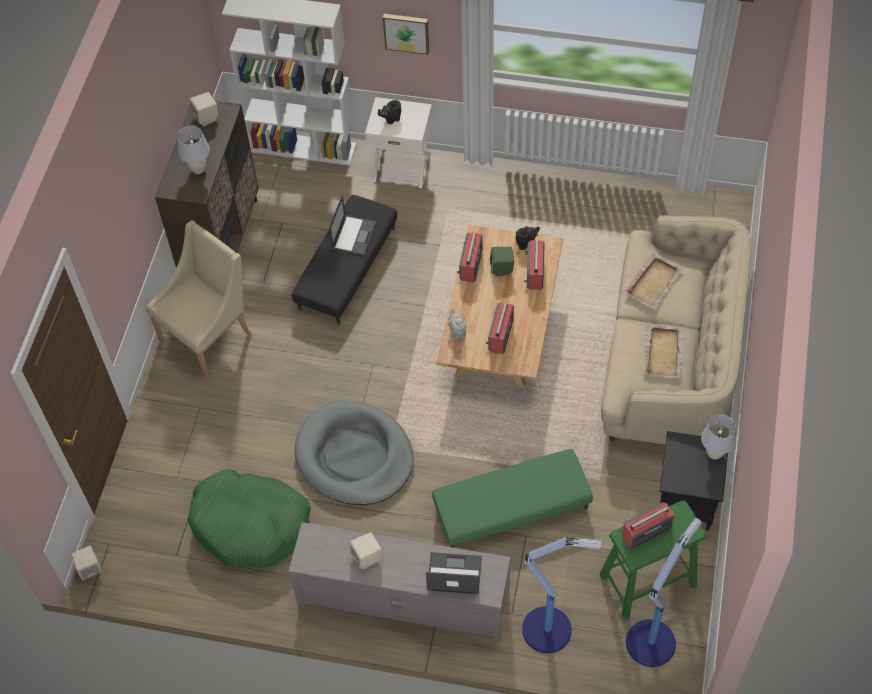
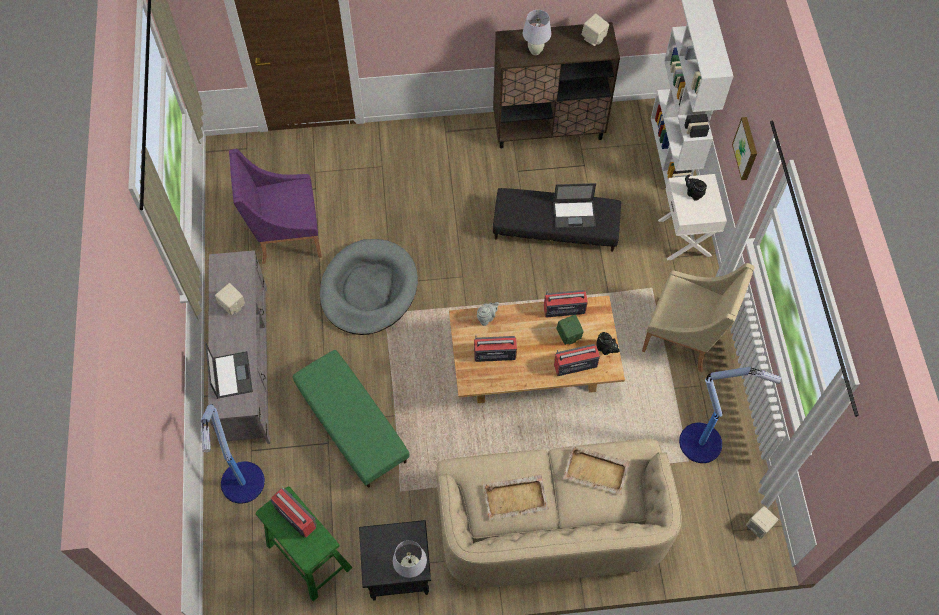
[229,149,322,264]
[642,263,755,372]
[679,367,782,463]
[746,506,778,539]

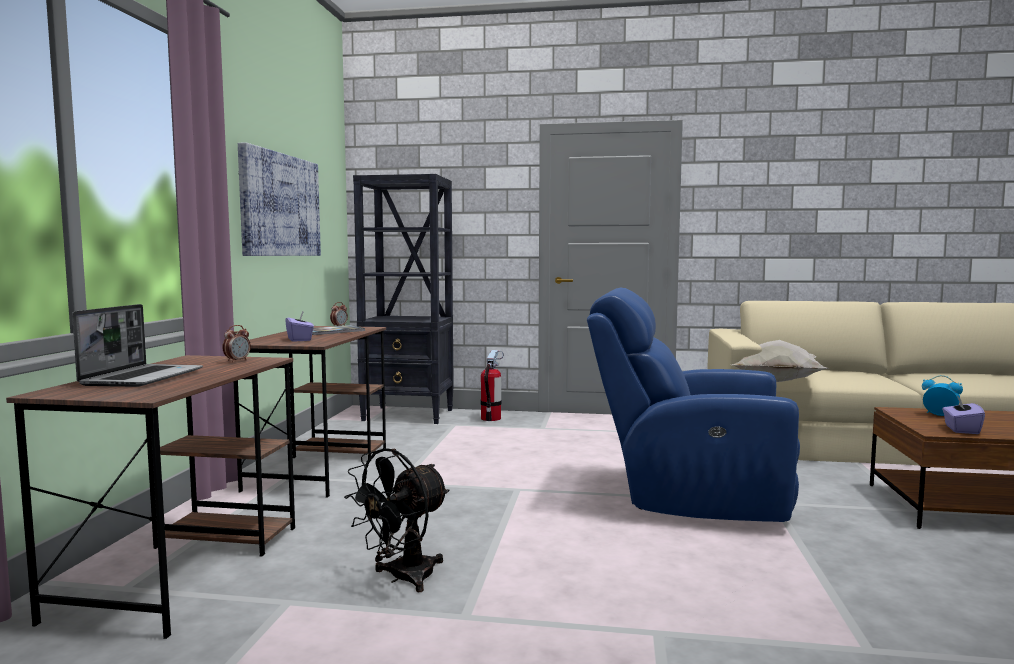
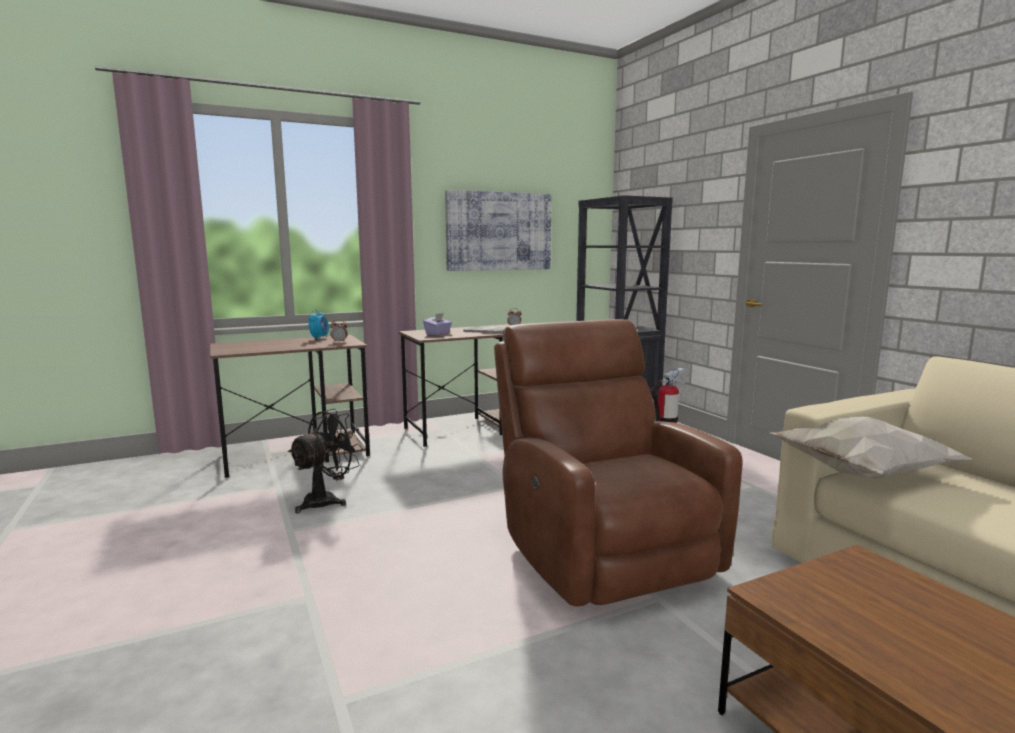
[288,409,363,513]
[308,309,329,340]
[494,319,743,606]
[72,304,203,387] (first image)
[942,396,985,434] (first image)

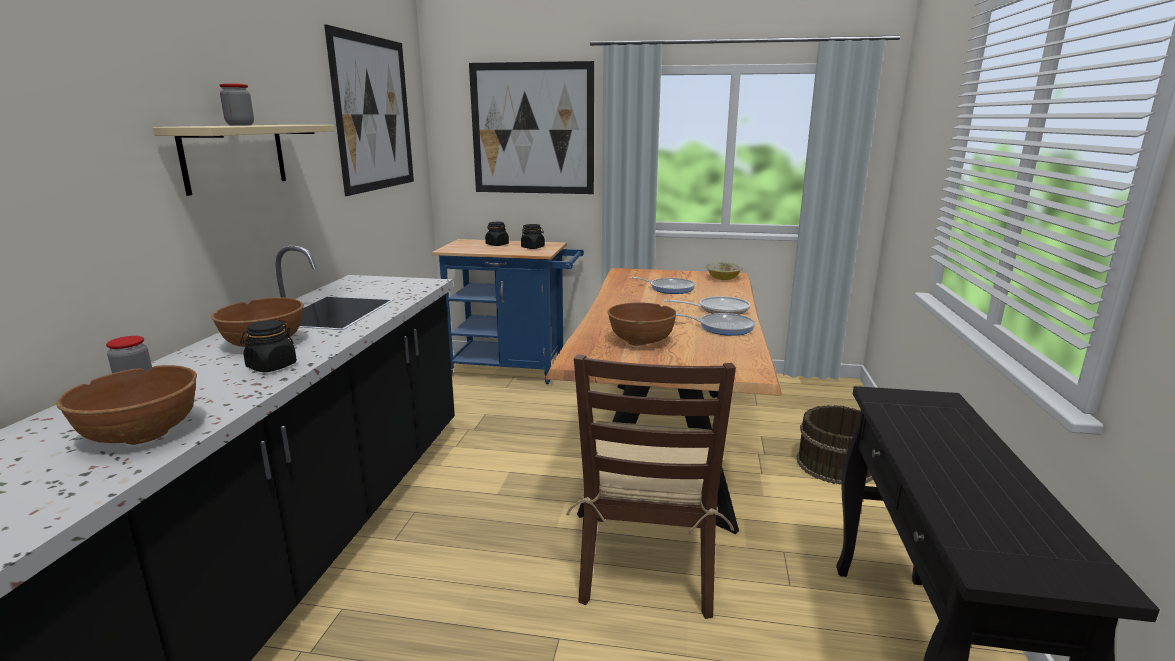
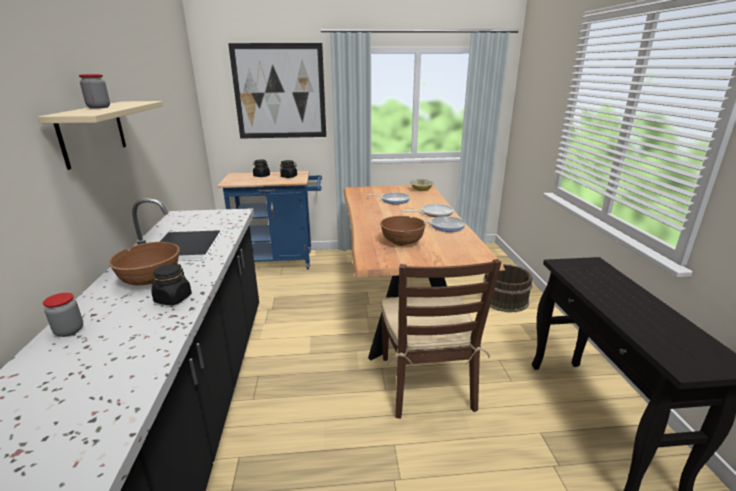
[56,365,197,445] (first image)
[324,25,414,196] (first image)

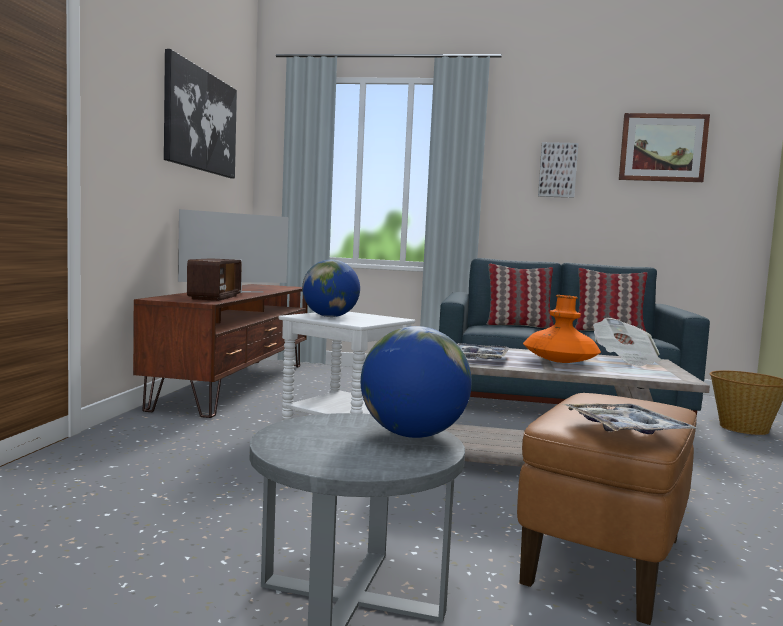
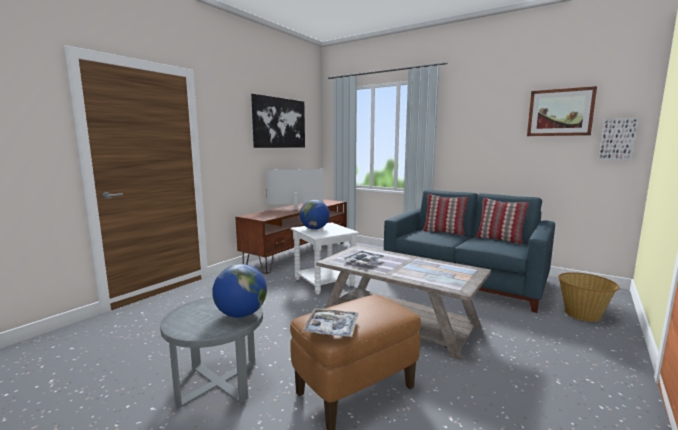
[599,118,638,160]
[187,258,242,301] (first image)
[523,295,601,363] (first image)
[593,318,662,367] (first image)

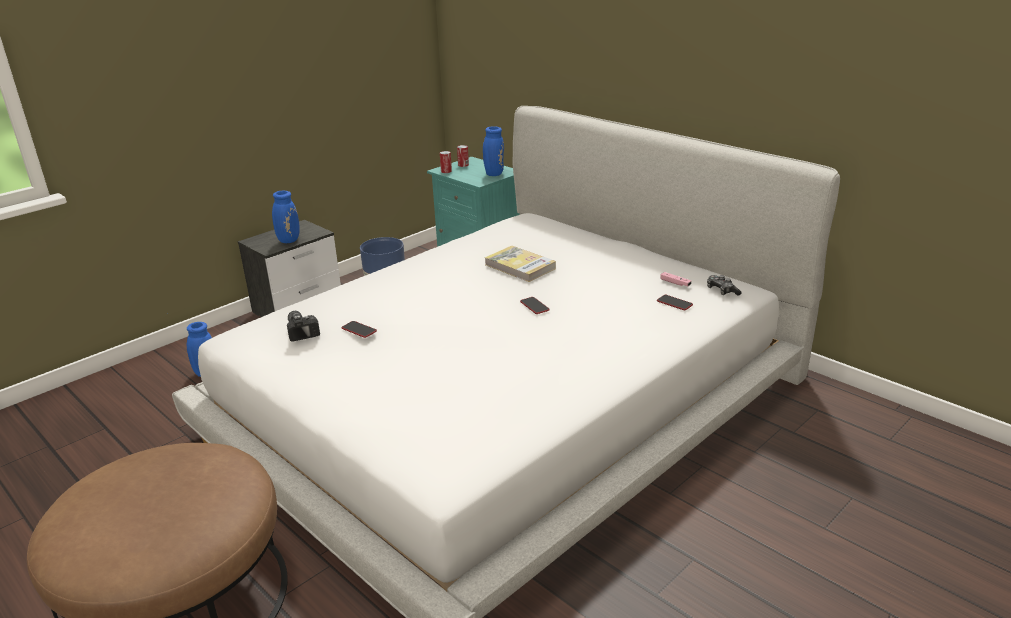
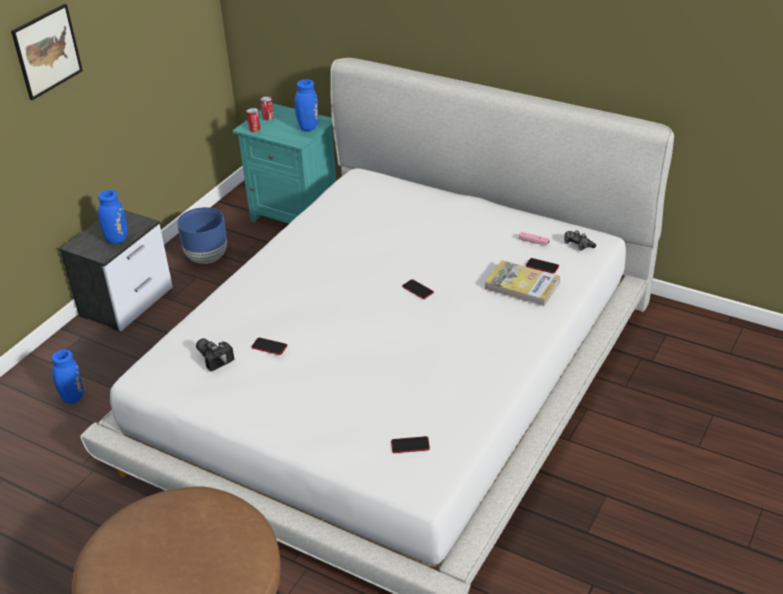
[11,4,83,100]
[391,436,430,453]
[485,260,560,306]

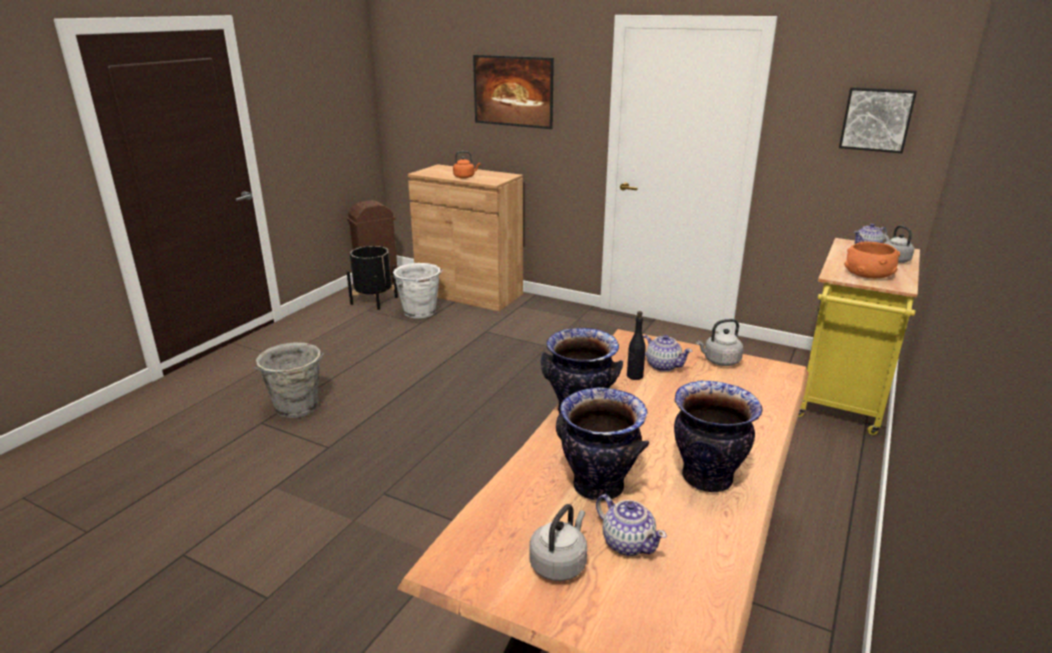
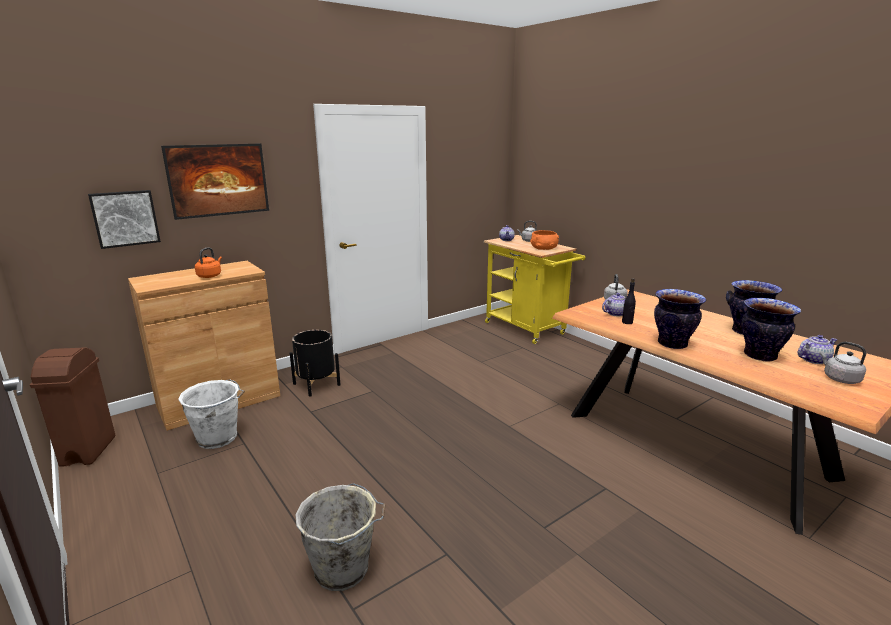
[88,190,161,249]
[290,330,340,397]

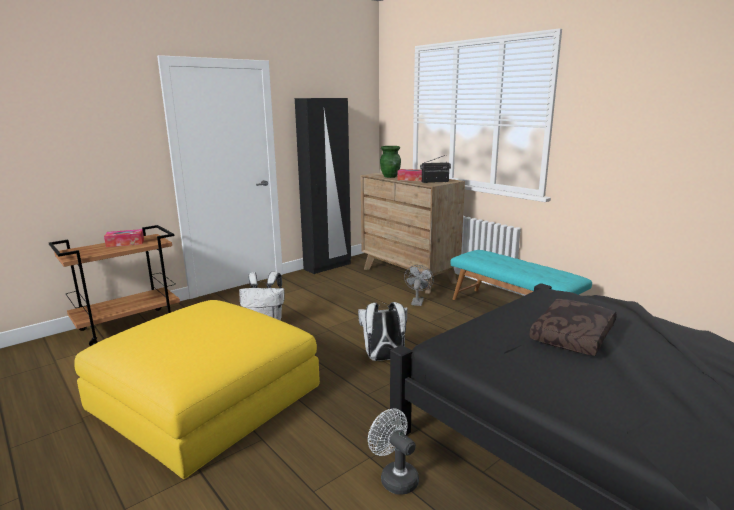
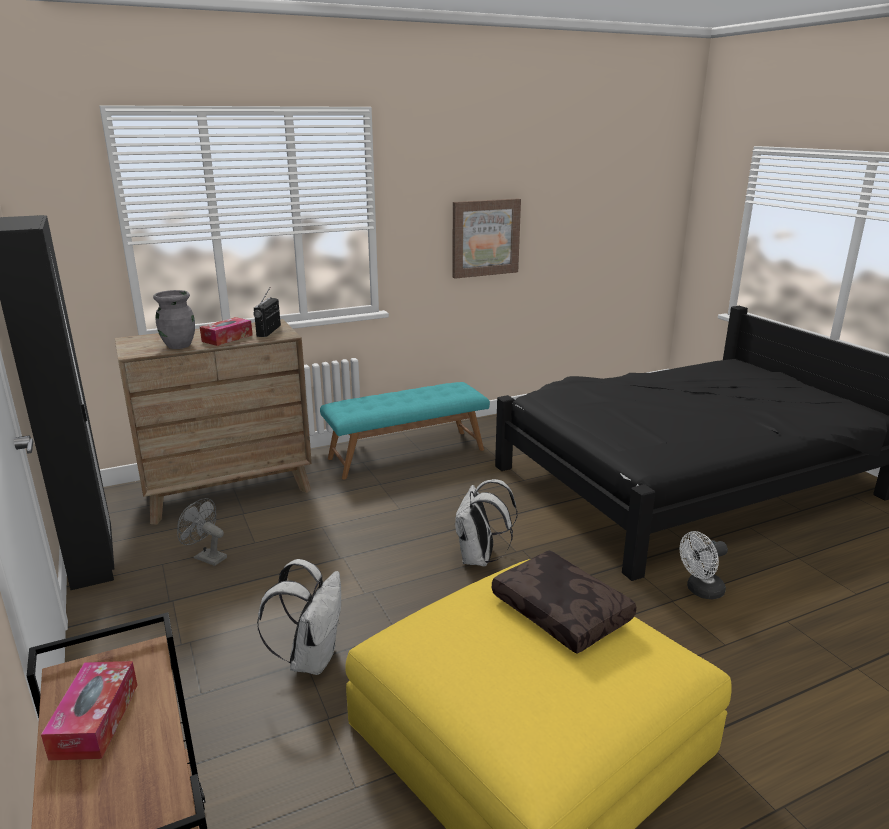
[153,290,195,349]
[177,498,227,566]
[452,199,521,279]
[492,550,636,654]

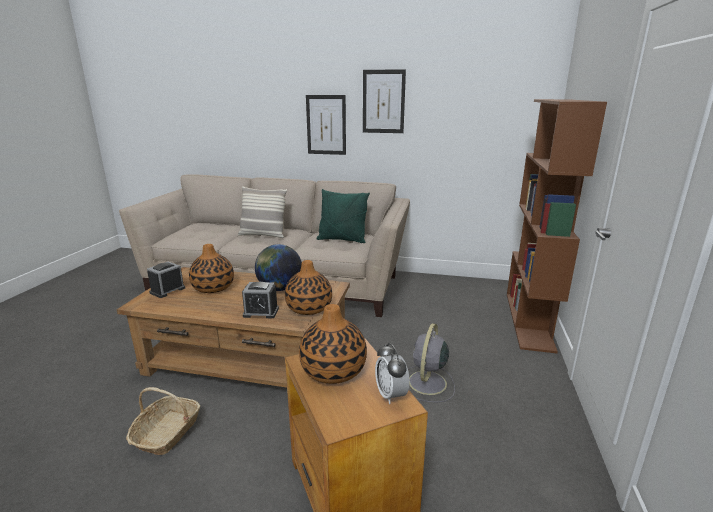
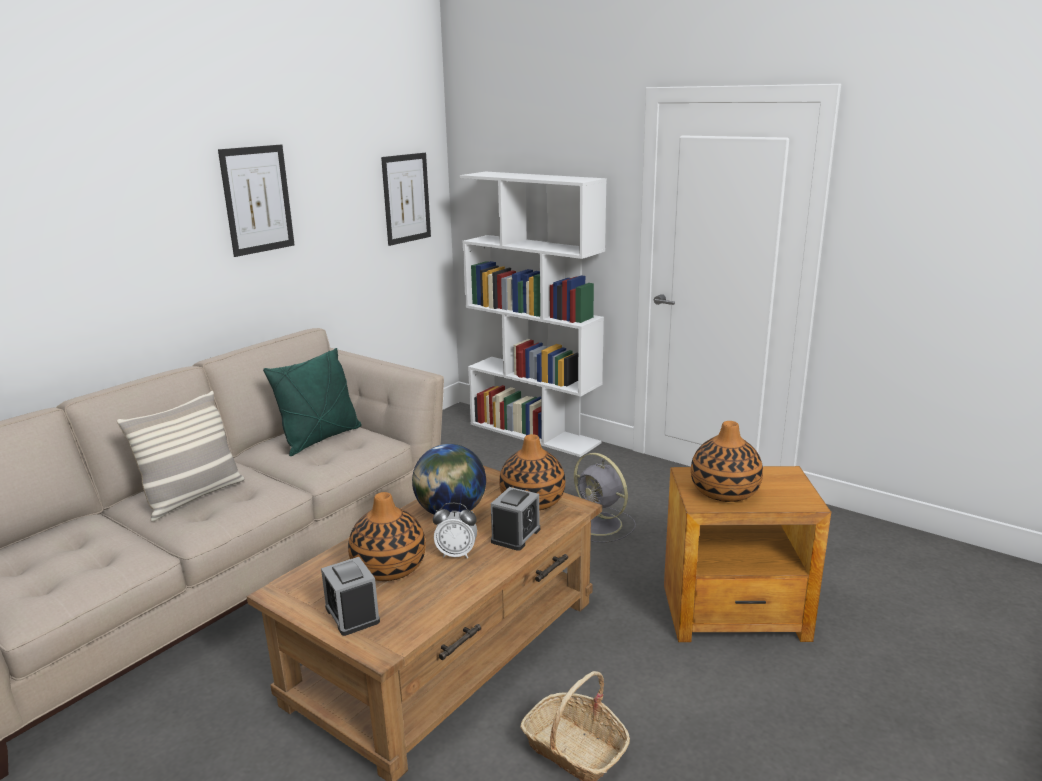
[381,153,431,246]
[433,503,477,559]
[459,172,607,457]

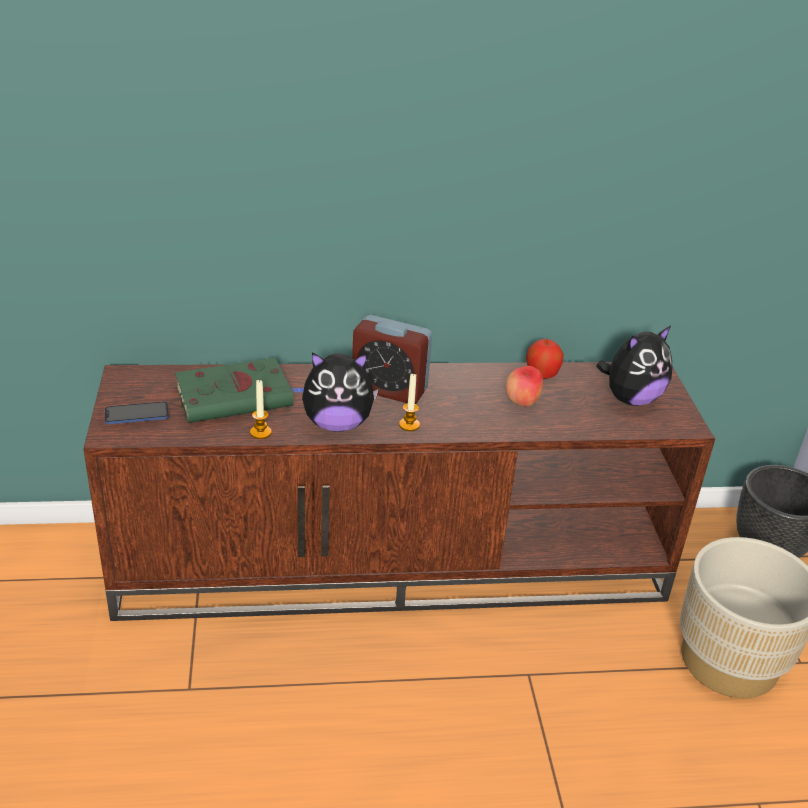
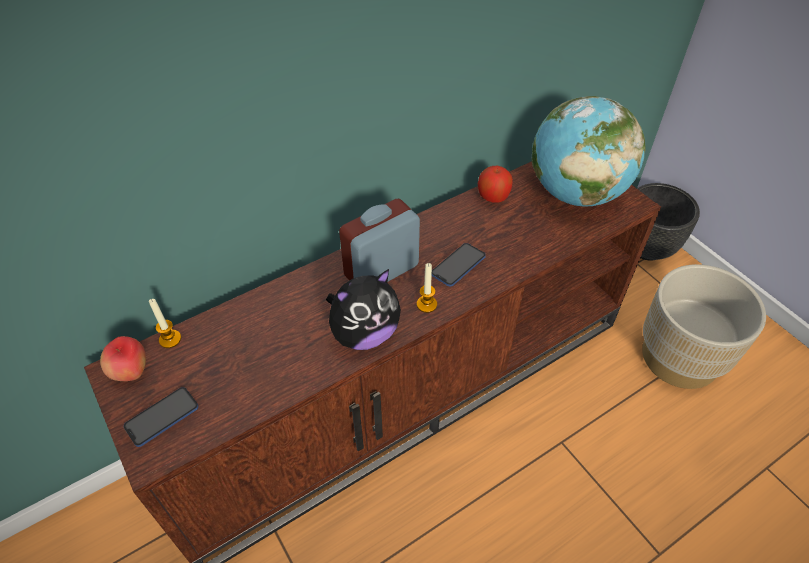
[100,336,146,381]
[149,299,181,348]
[339,199,420,281]
[432,243,485,286]
[532,96,646,206]
[175,358,304,423] (first image)

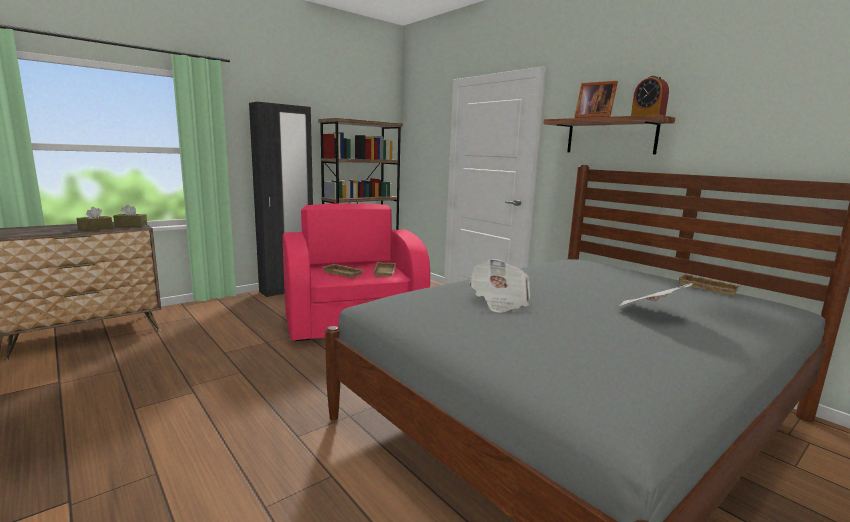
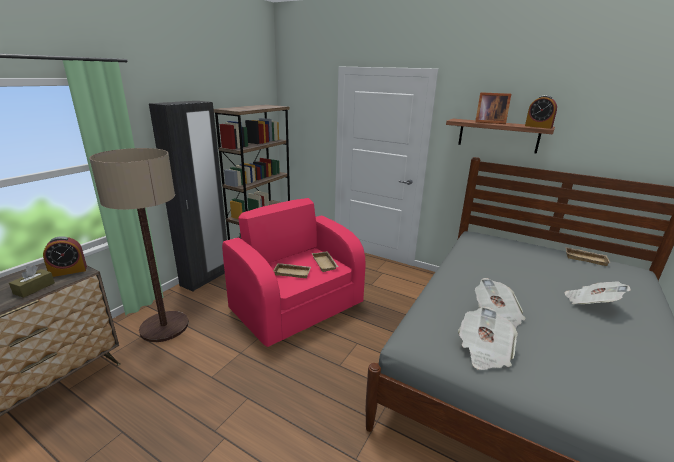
[43,236,87,277]
[89,148,189,342]
[458,307,518,370]

